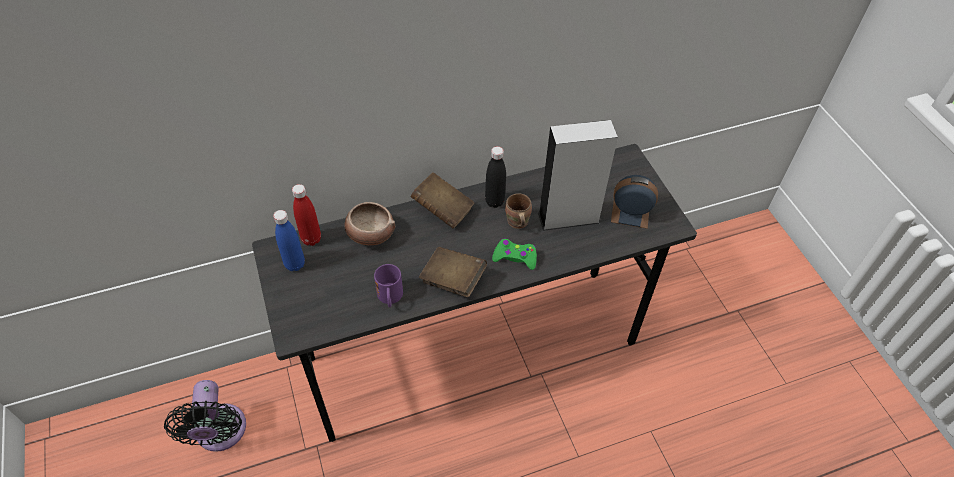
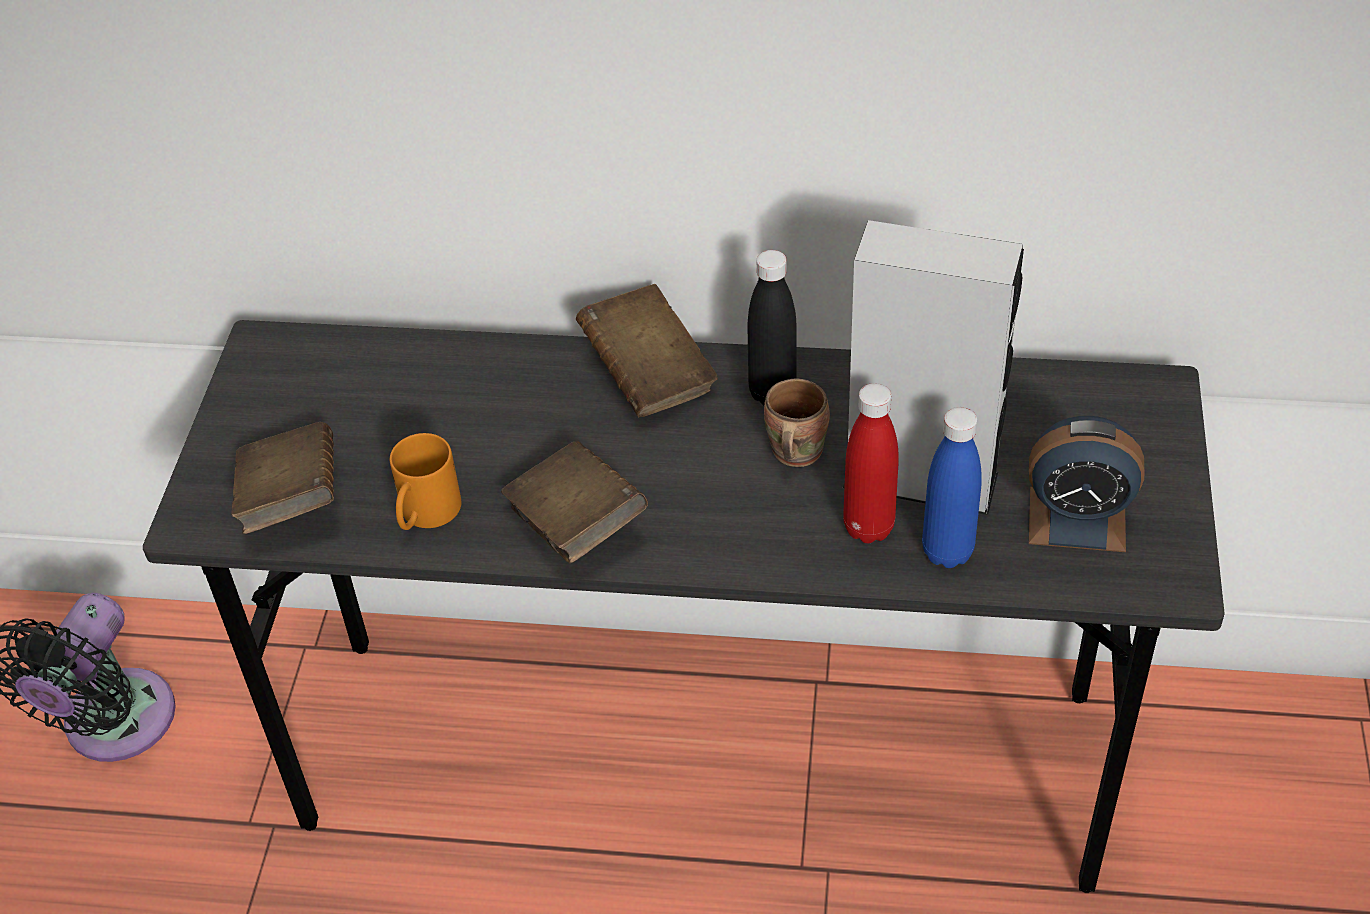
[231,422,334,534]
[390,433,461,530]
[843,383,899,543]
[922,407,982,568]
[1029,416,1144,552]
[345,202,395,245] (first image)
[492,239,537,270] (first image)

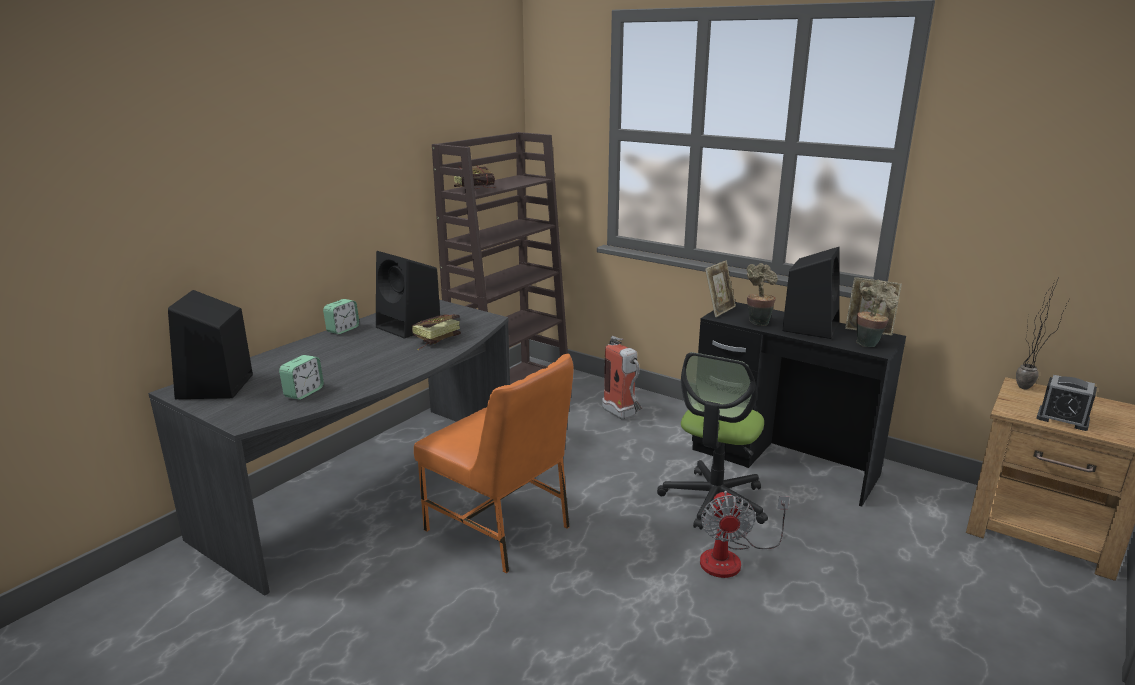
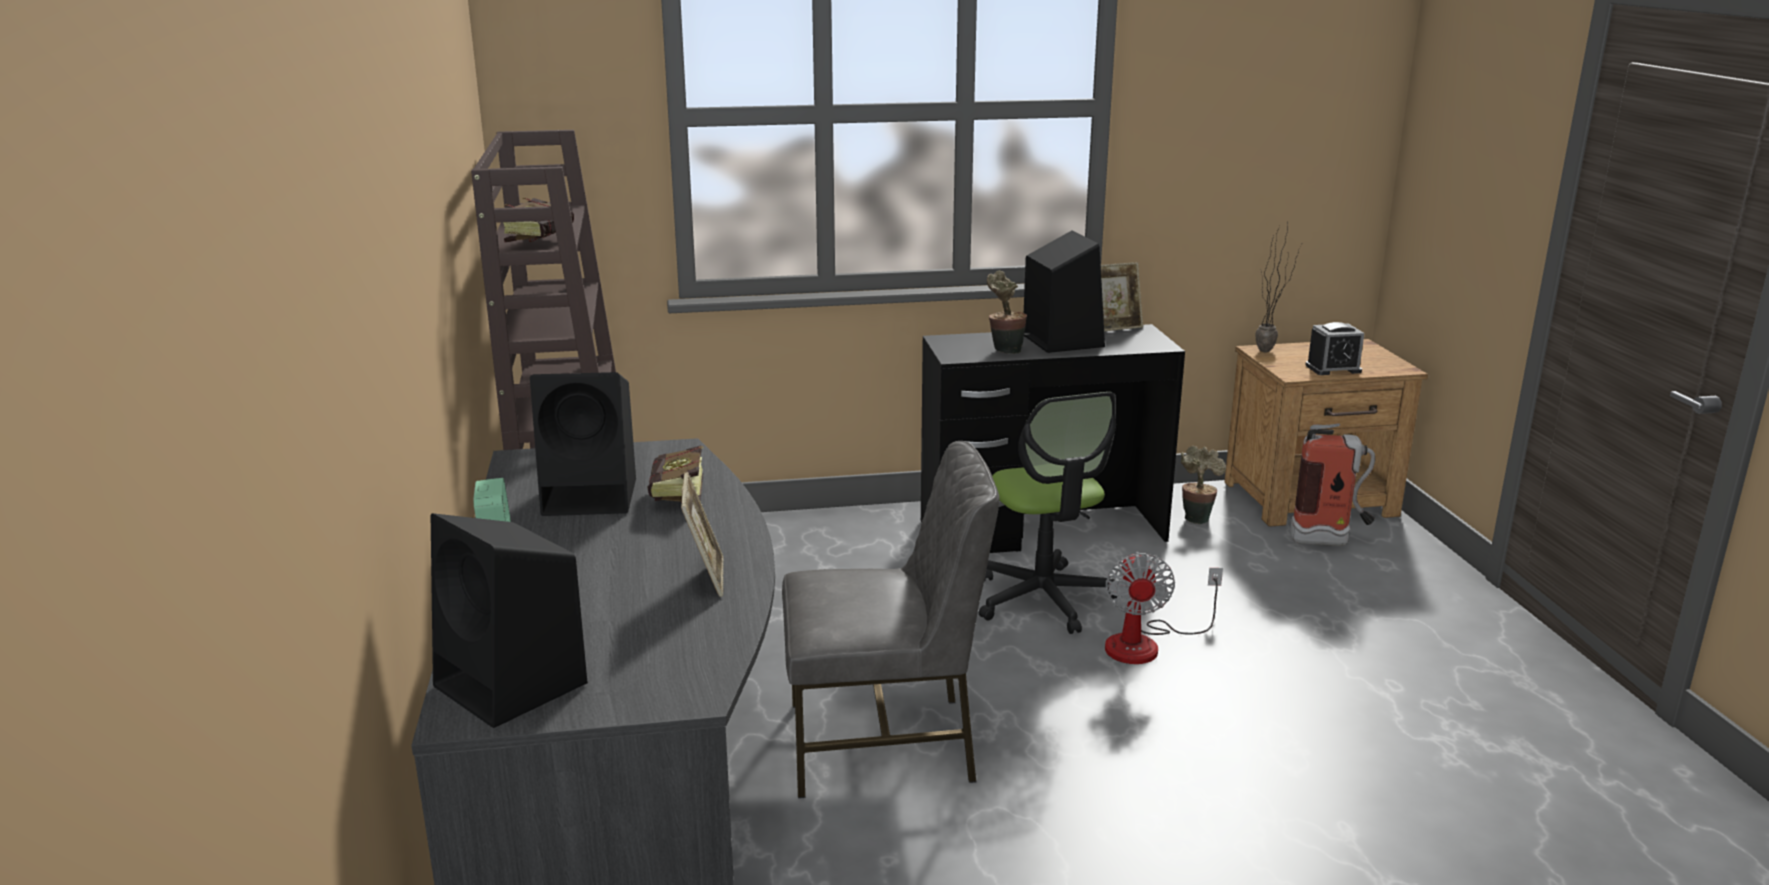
[681,472,724,597]
[782,441,1000,798]
[1105,551,1223,664]
[1181,446,1226,524]
[1290,423,1375,546]
[279,355,324,400] (first image)

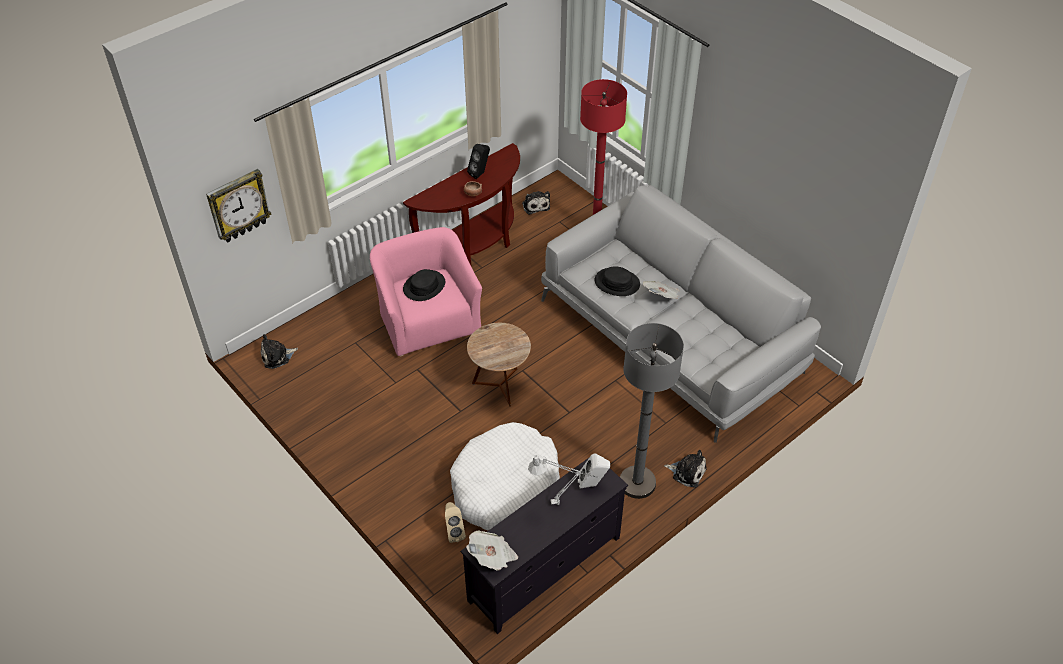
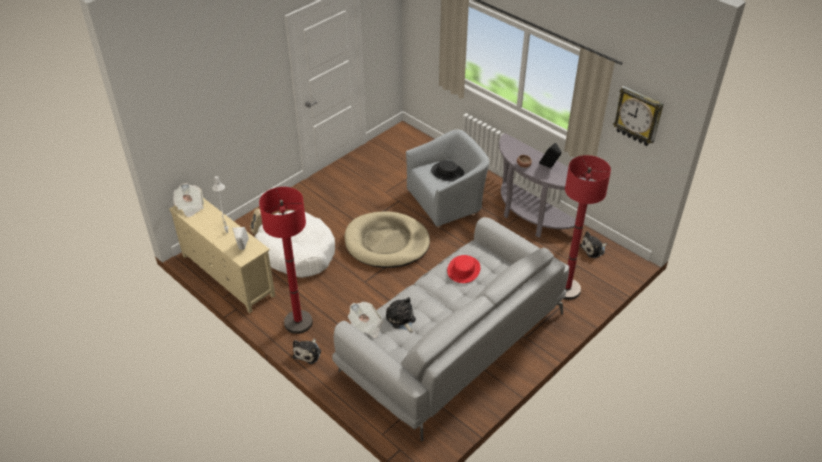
[169,198,275,313]
[259,187,313,334]
[344,211,430,268]
[348,302,384,338]
[386,297,416,333]
[406,130,489,228]
[447,255,480,283]
[499,133,594,238]
[613,86,663,146]

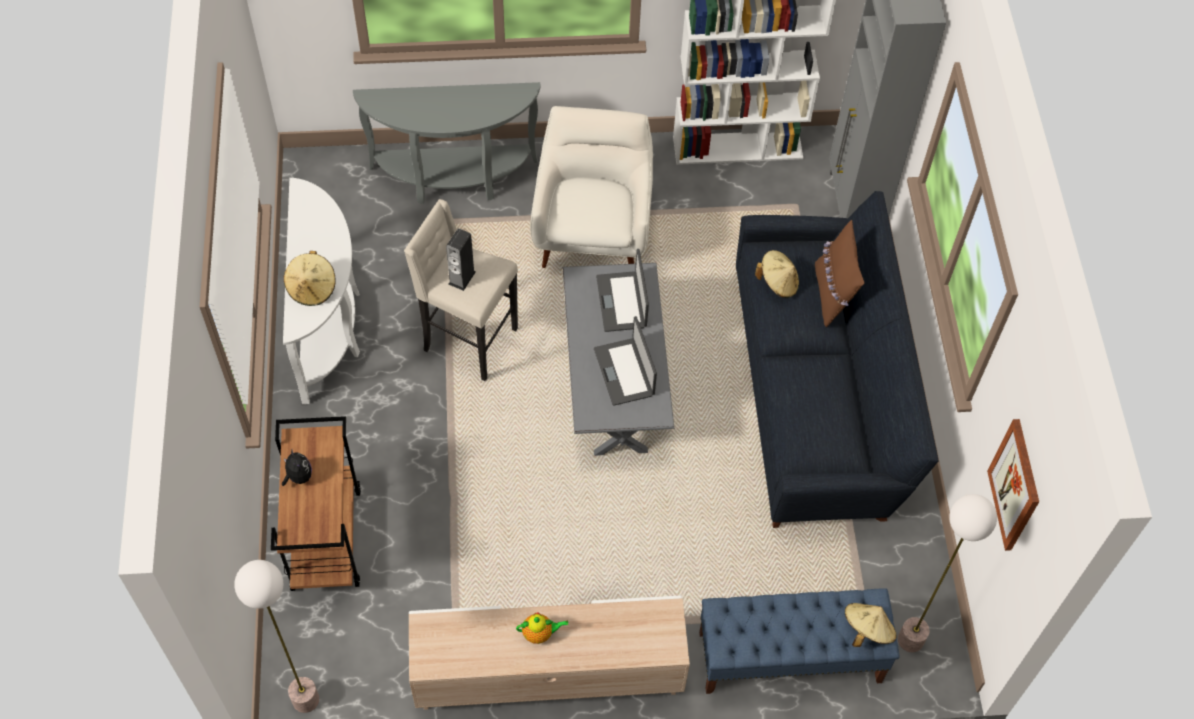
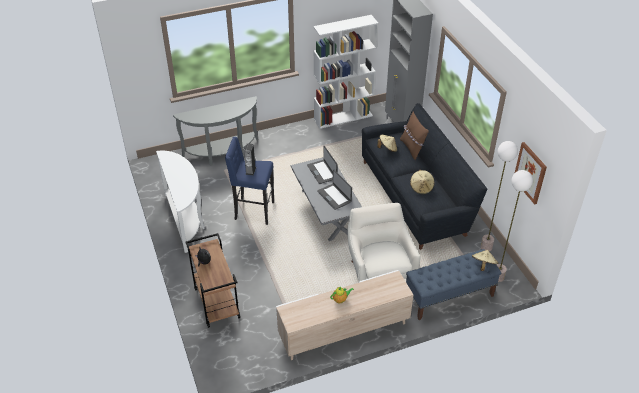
[225,137,274,225]
[347,203,420,281]
[410,170,434,194]
[481,141,518,251]

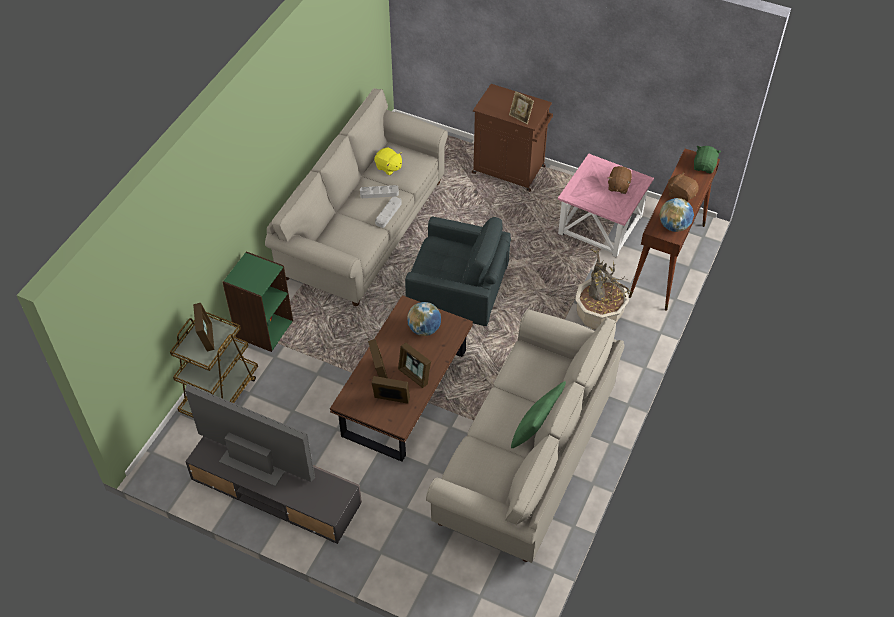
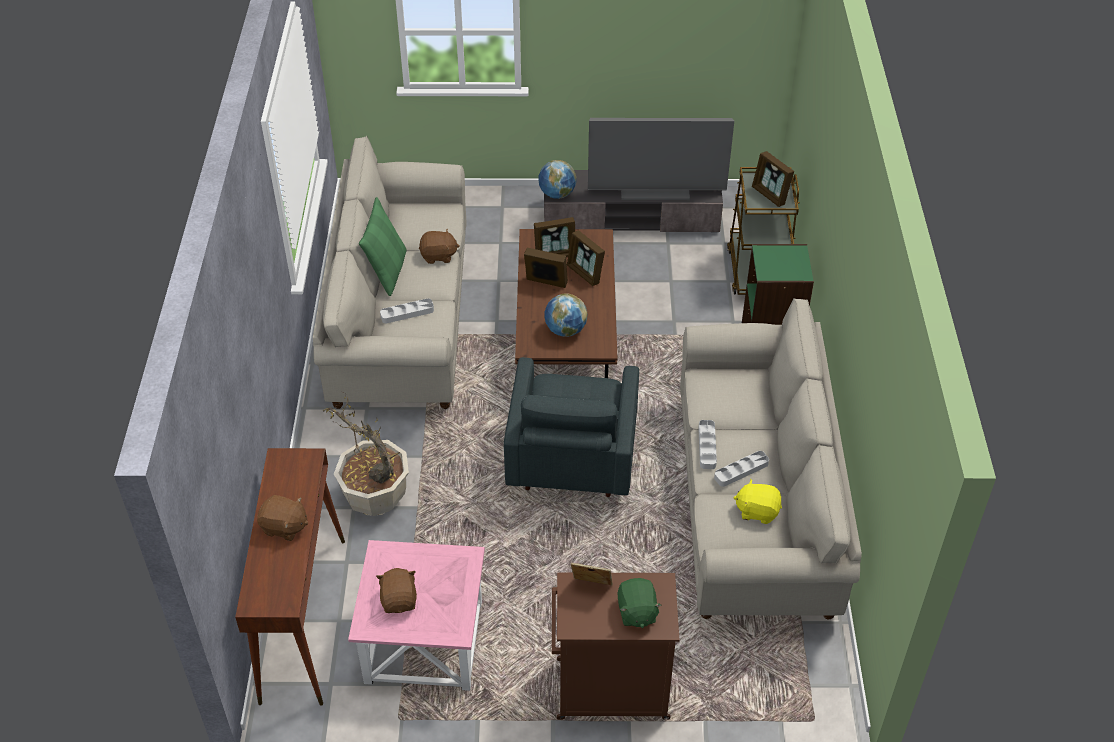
[380,298,434,323]
[419,228,459,264]
[504,357,639,497]
[538,160,576,199]
[618,578,662,628]

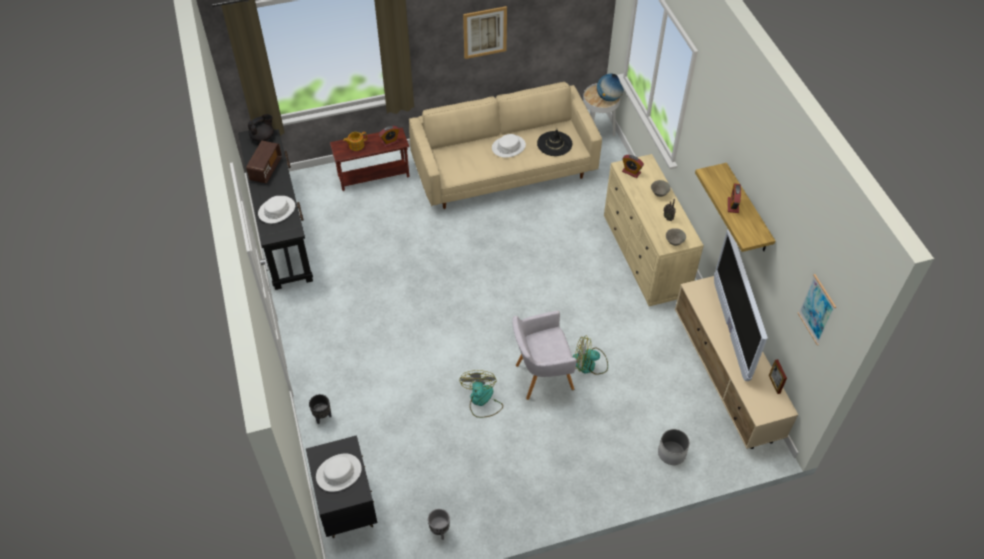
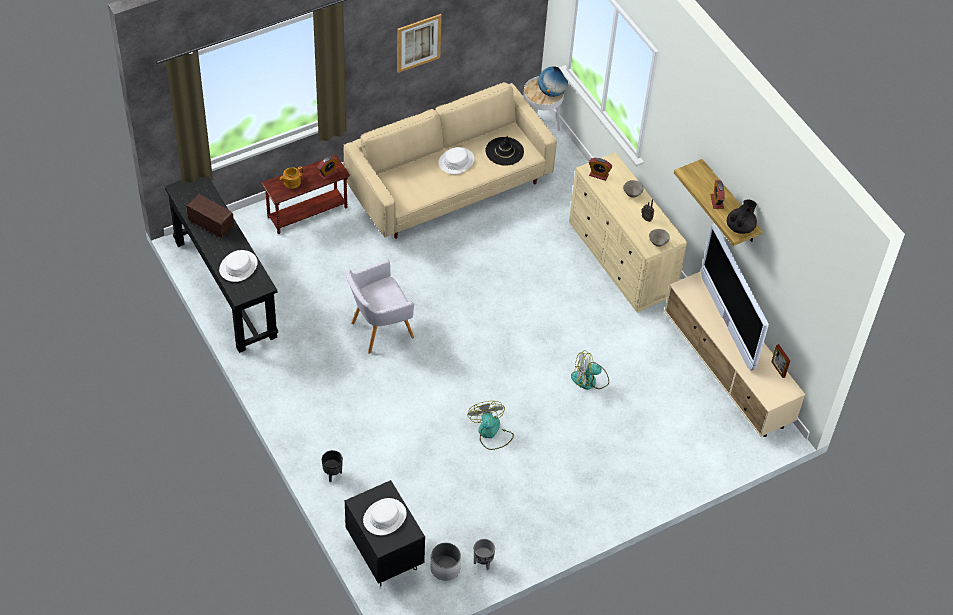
[186,194,234,238]
[346,260,414,354]
[431,542,461,581]
[727,200,757,234]
[798,274,836,345] (first image)

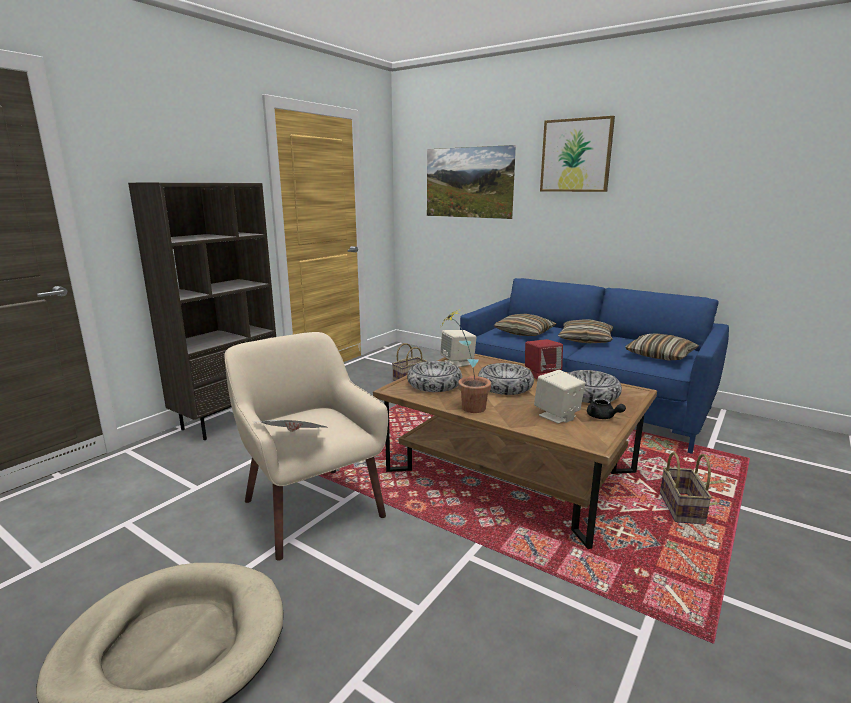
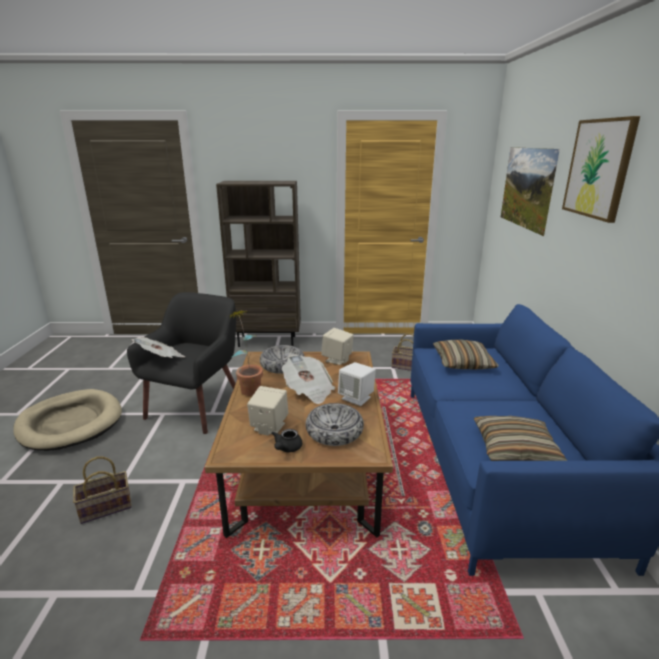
[73,456,132,524]
[127,292,236,434]
[282,354,335,404]
[338,362,376,406]
[558,319,613,343] (first image)

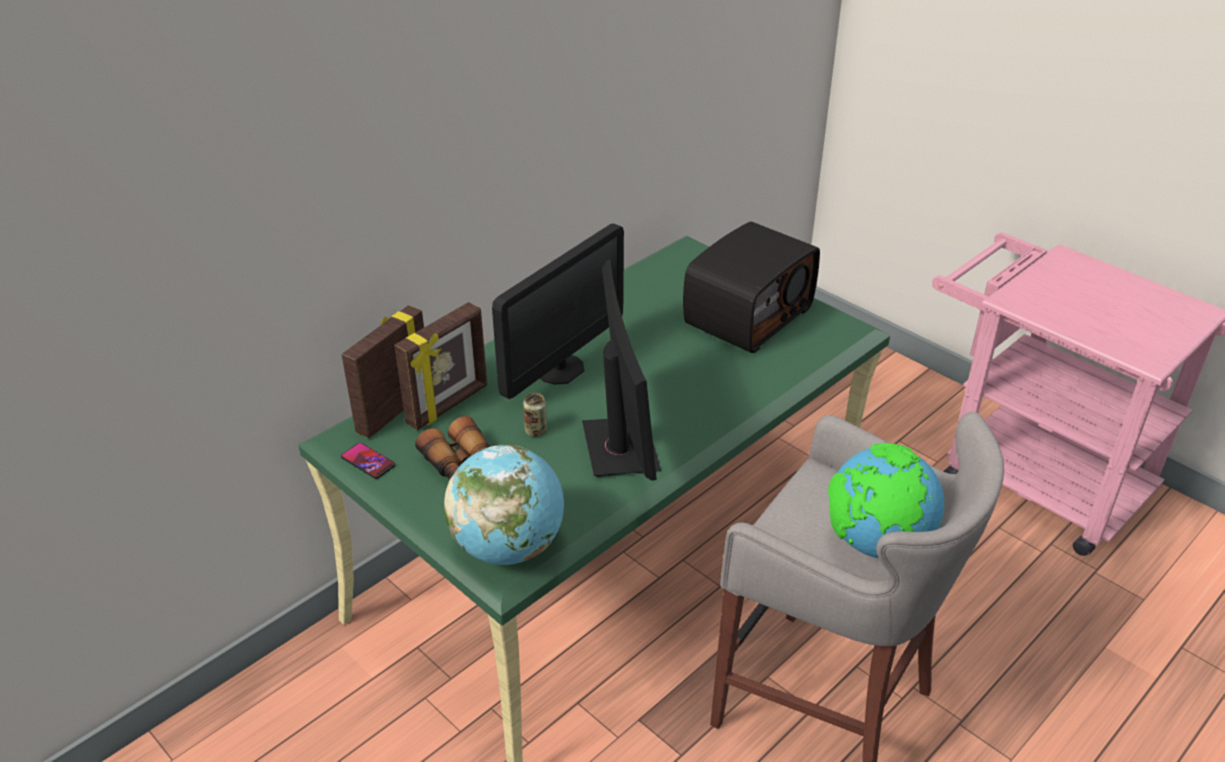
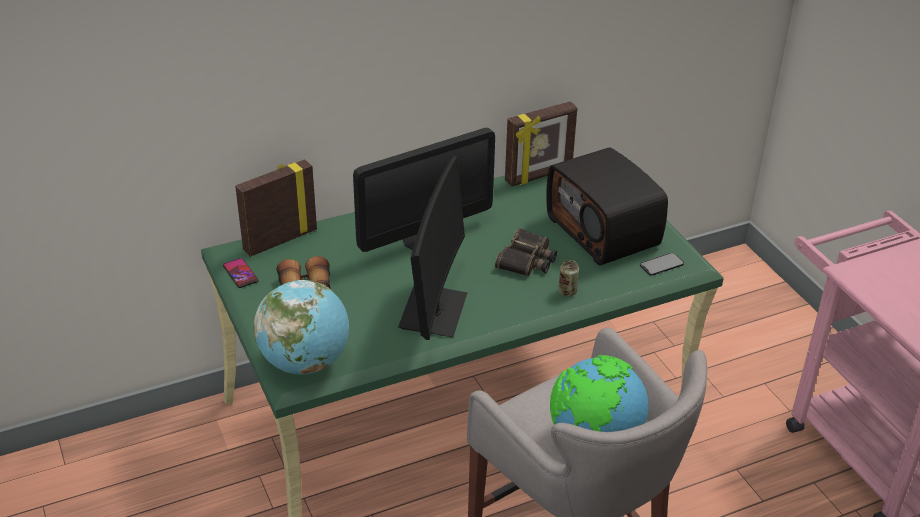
[495,228,557,276]
[505,101,577,187]
[546,147,668,265]
[558,260,579,296]
[640,253,684,276]

